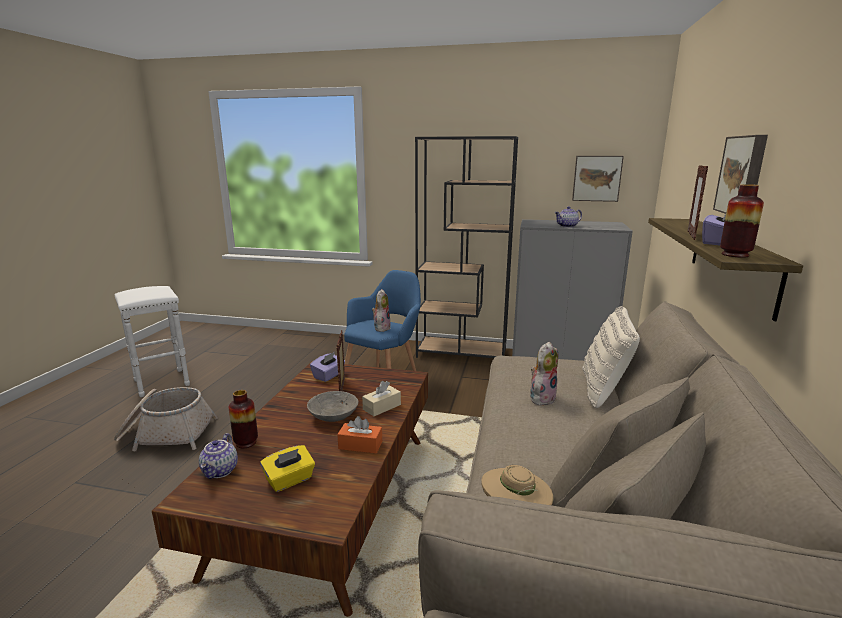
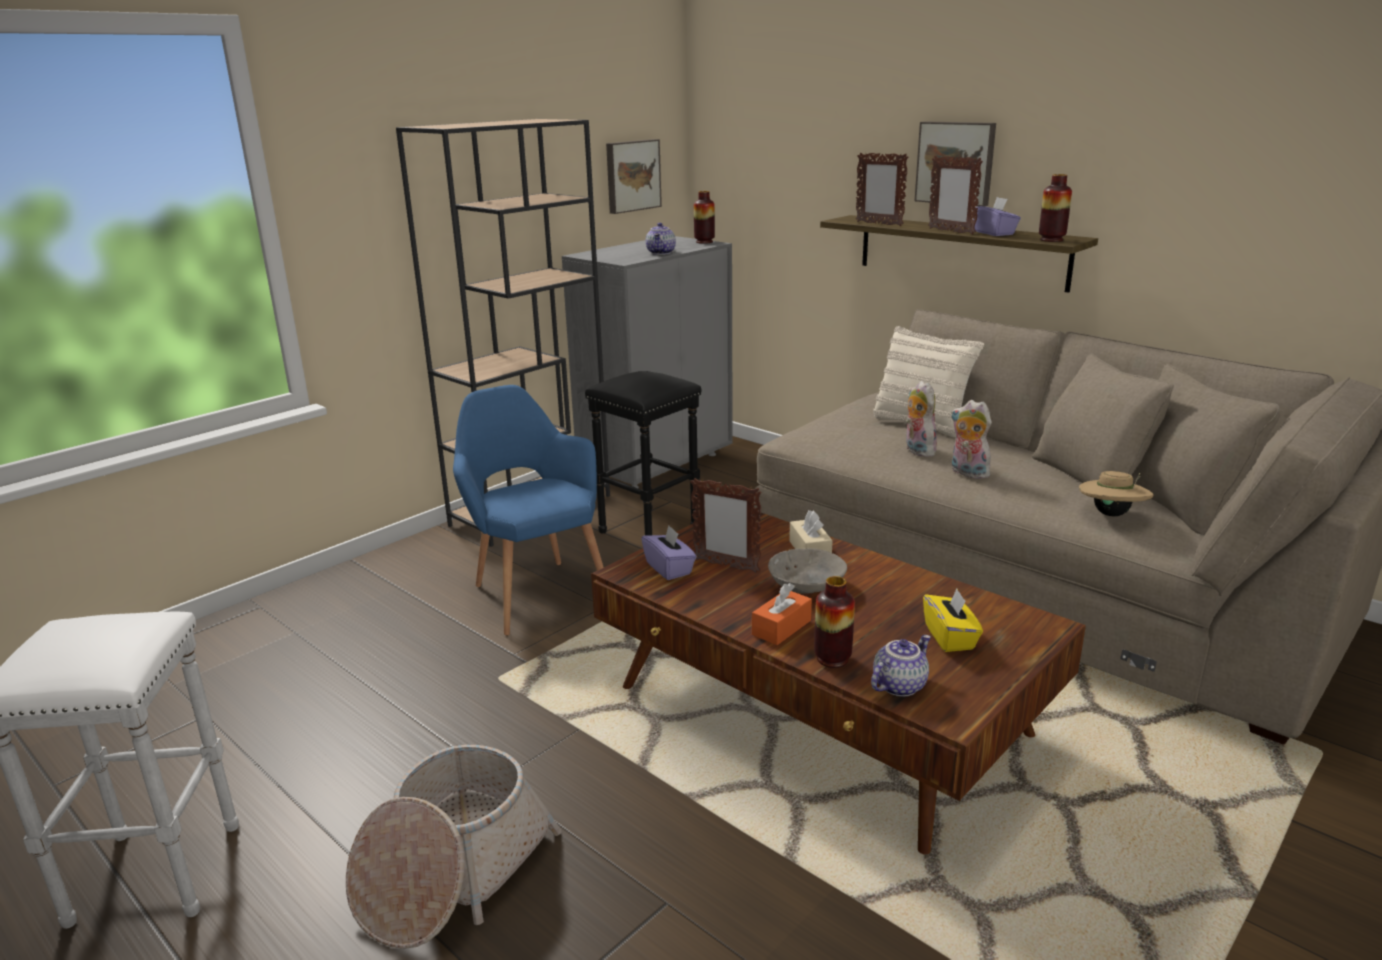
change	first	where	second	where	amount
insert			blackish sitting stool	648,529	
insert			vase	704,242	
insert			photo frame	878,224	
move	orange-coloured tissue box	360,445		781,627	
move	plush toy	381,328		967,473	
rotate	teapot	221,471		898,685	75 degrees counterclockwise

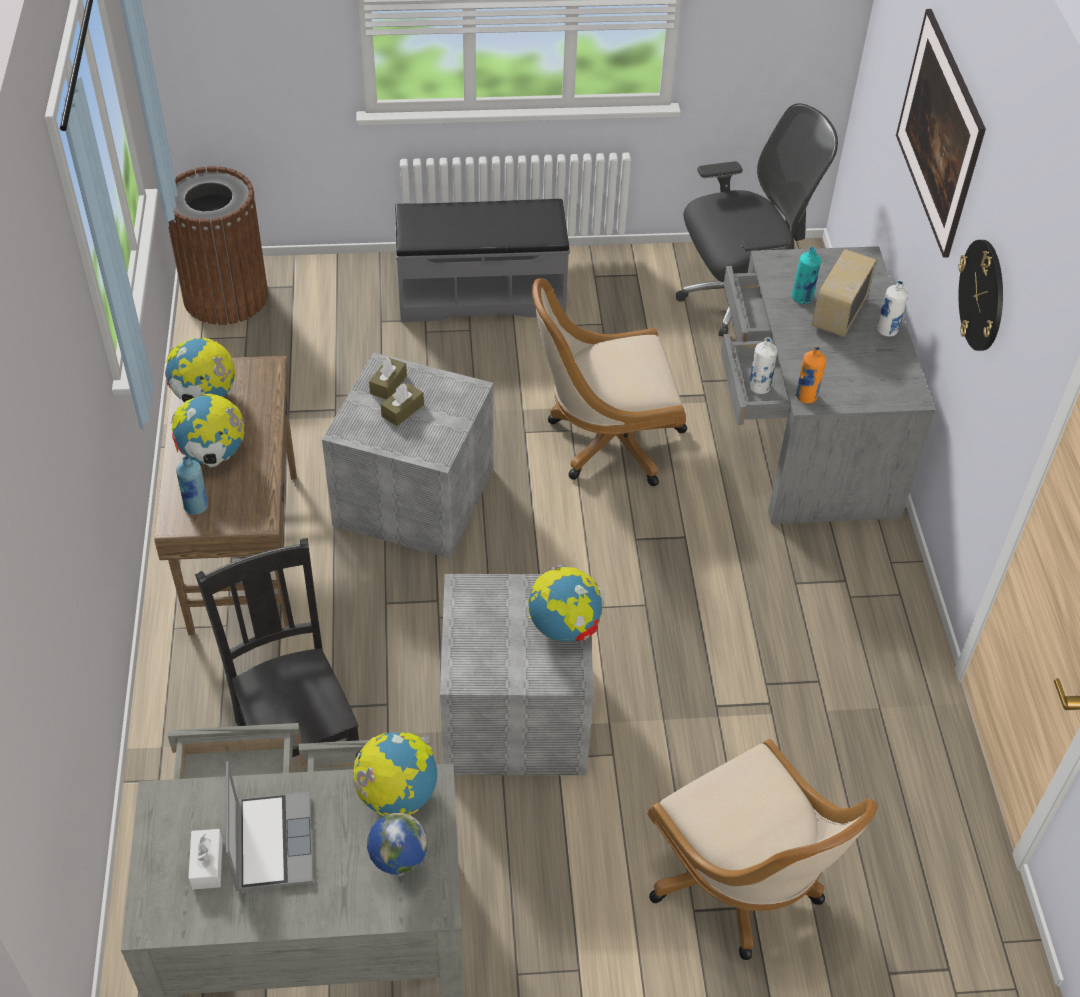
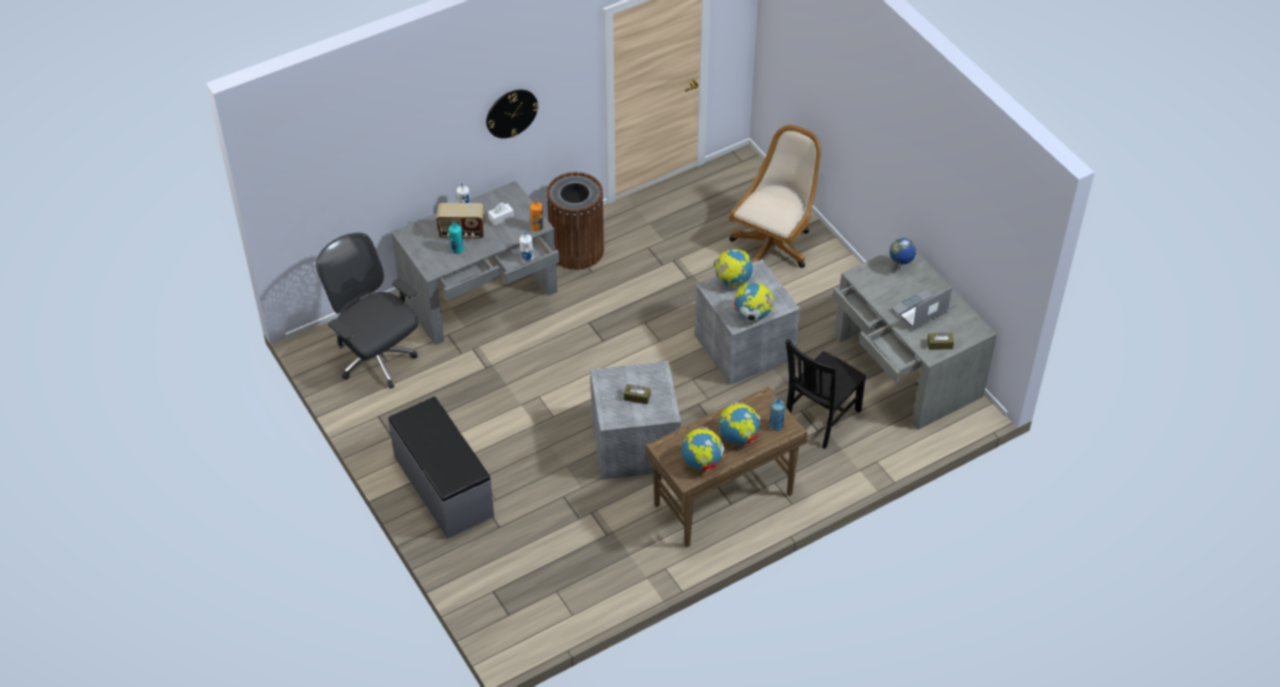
change	first	where	second	where	amount
delete	desk chair	605,441			
delete	wall art	931,163			
move	brownish trash can	225,296		577,250	
move	white tissue box	207,864		501,217	
move	world globe	397,796		752,315	
move	brownish tissue box	388,384		939,344	

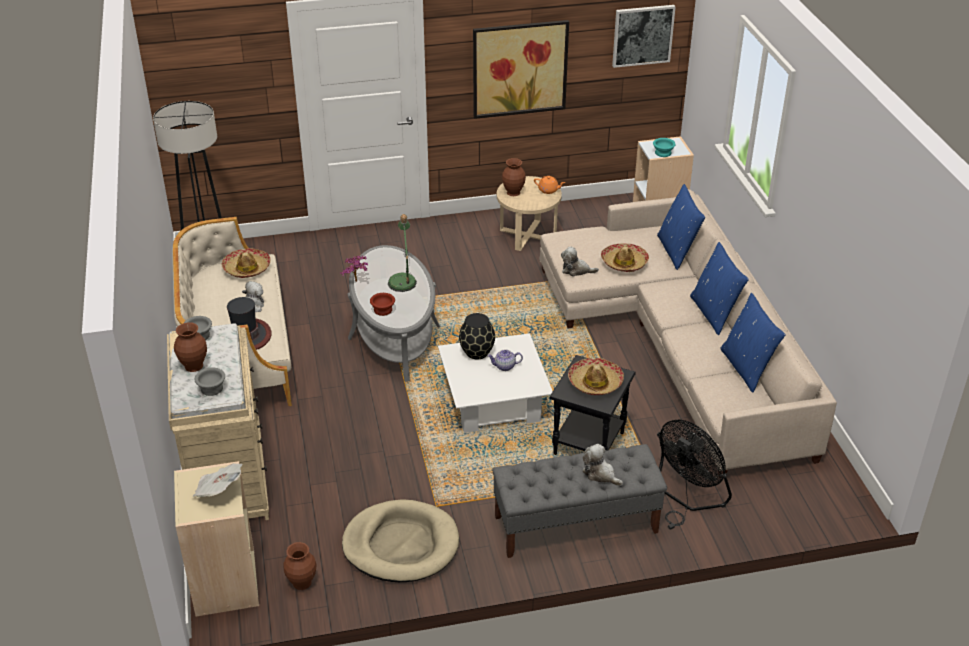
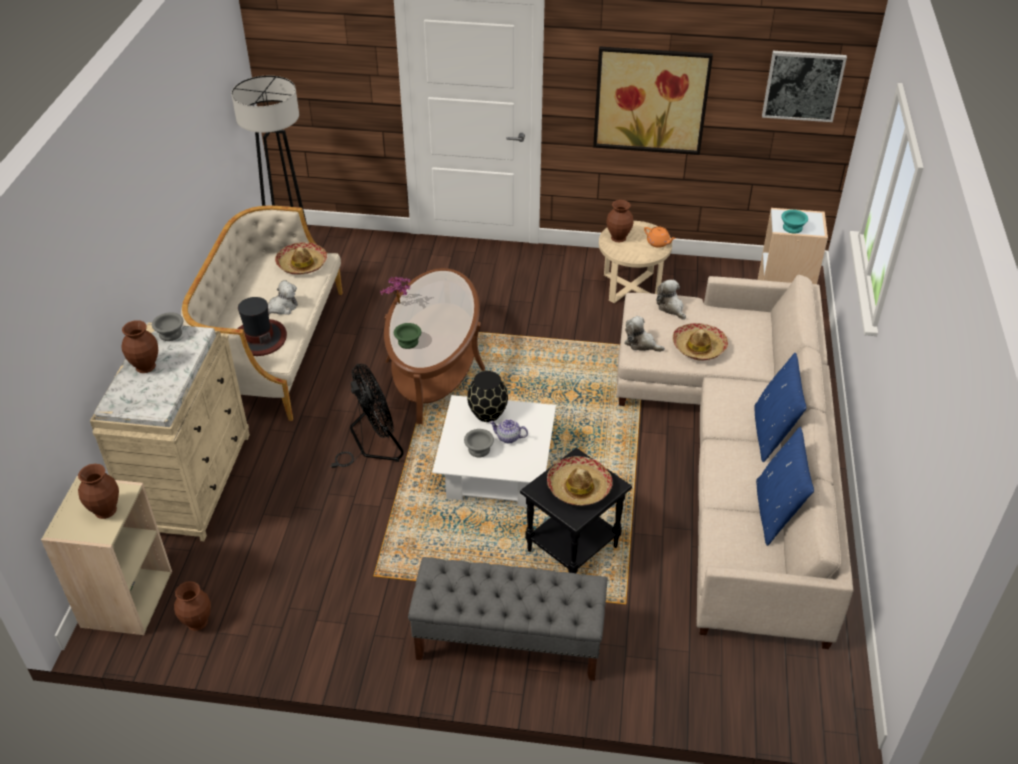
change	first	where	second	where	amount
delete	beige dog cushion	401,545			
delete	tabletop lamp	403,280			
delete	blue-coloured cushion	677,251			
move	grey deep dish	211,388		479,449	
move	plush toy	600,474		671,307	
move	blackish cooling fan	683,495		369,441	
replace	printed paper	219,490	brownish vase	104,510	
recolor	grey coffee table	394,332	brownish coffee table	435,365	
recolor	brownish deep dish	382,310	green-coloured deep dish	407,342	

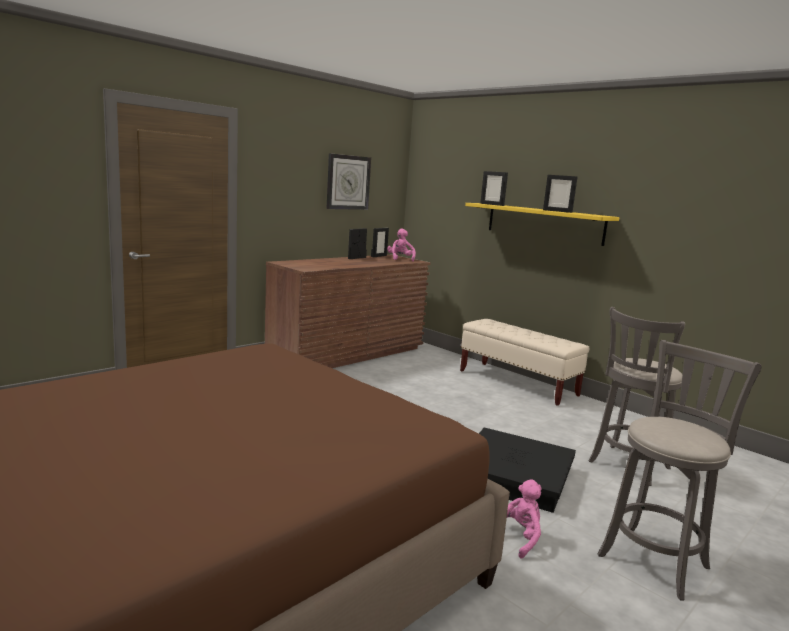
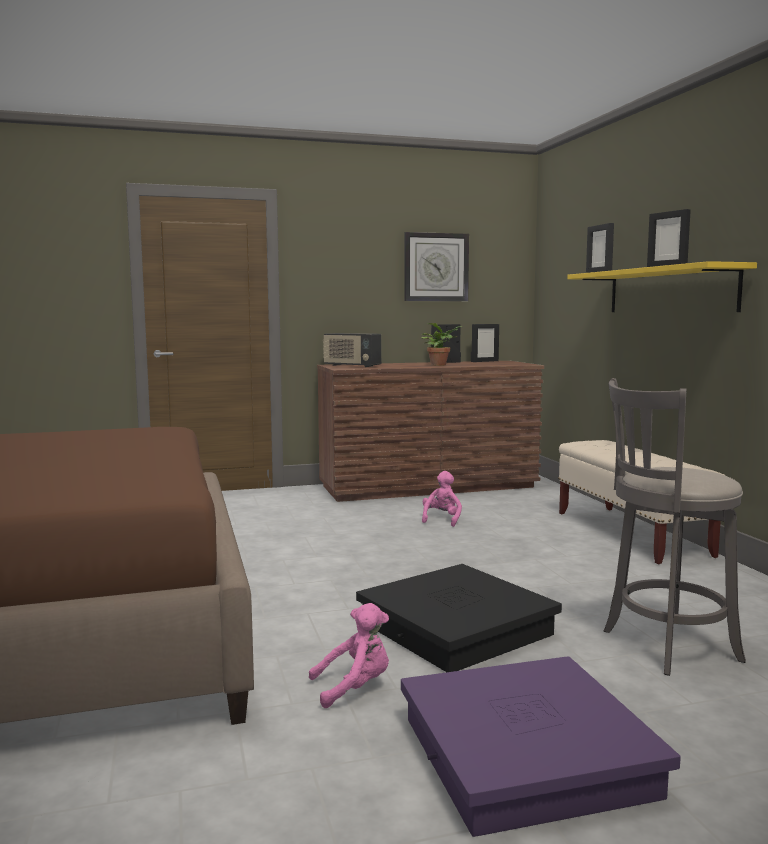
change	first	where	second	where	amount
insert			radio receiver	351,366	
insert			plant in a pot	440,365	
move	pinkish plush toy	400,259		442,519	
replace	grey sitting stool	655,559	purplish storage container	526,756	

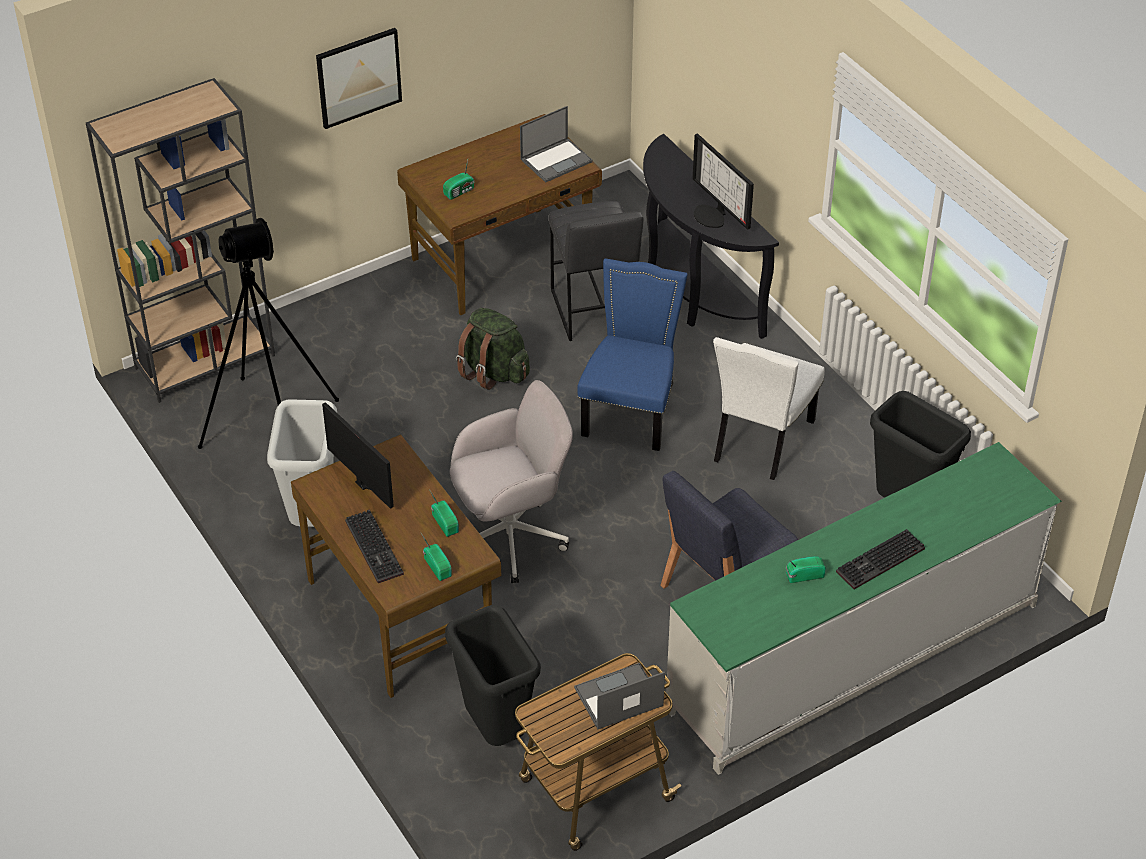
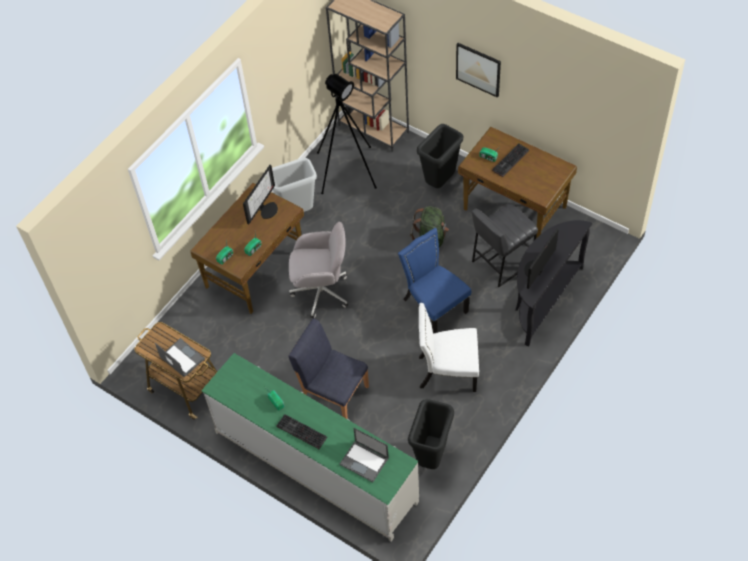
change	first	where	second	where	amount
move	keyboard	376,548		510,161	
move	blackish trash can	494,731		439,182	
move	portable computer	556,160		364,461	
rotate	grey desk chair	511,539		322,293	45 degrees counterclockwise
rotate	blue-coloured upright chair	631,412		435,308	120 degrees counterclockwise

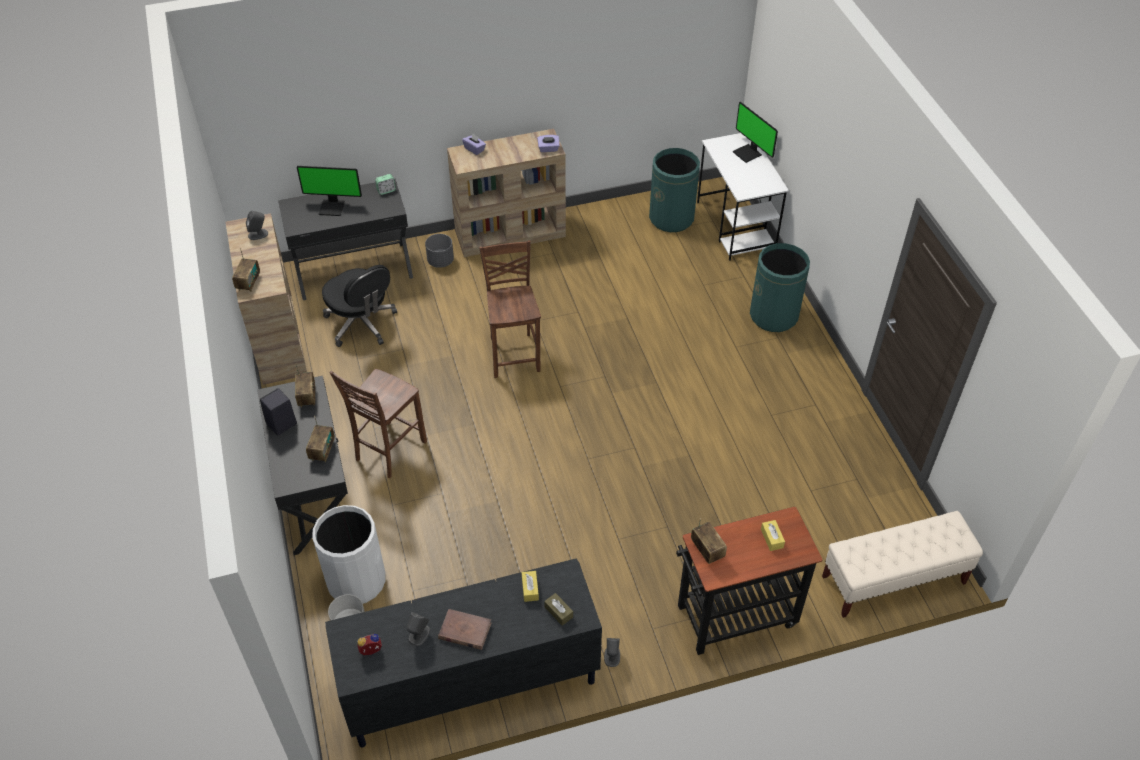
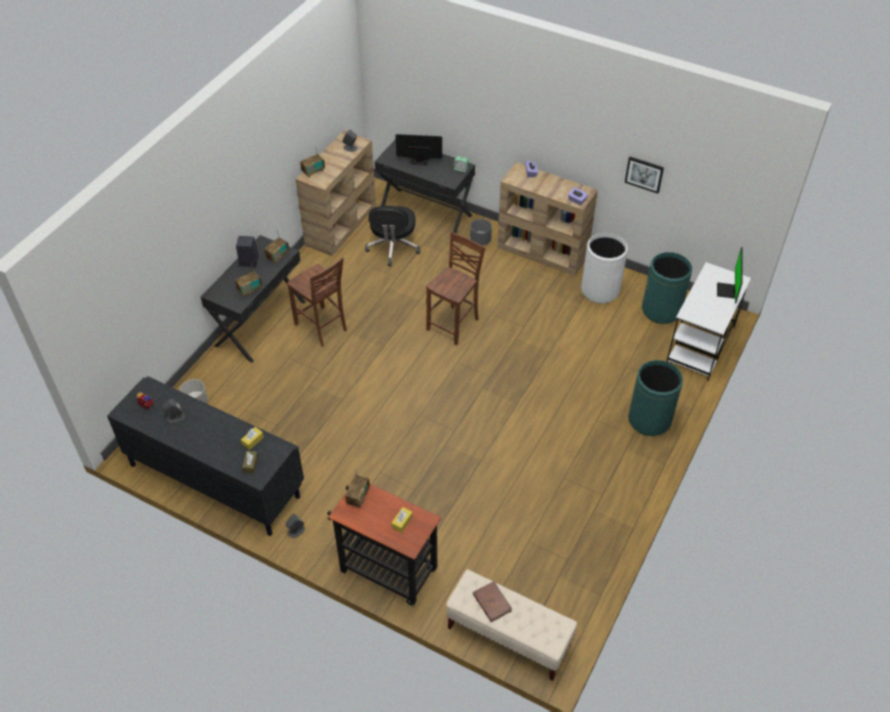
change	first	where	second	where	amount
insert			wall art	644,174	
move	white trash can	356,581		600,290	
move	brownish bound book	464,631		492,602	
rotate	computer display	332,207		419,160	135 degrees clockwise
rotate	brownish upright chair	388,451		322,328	120 degrees counterclockwise

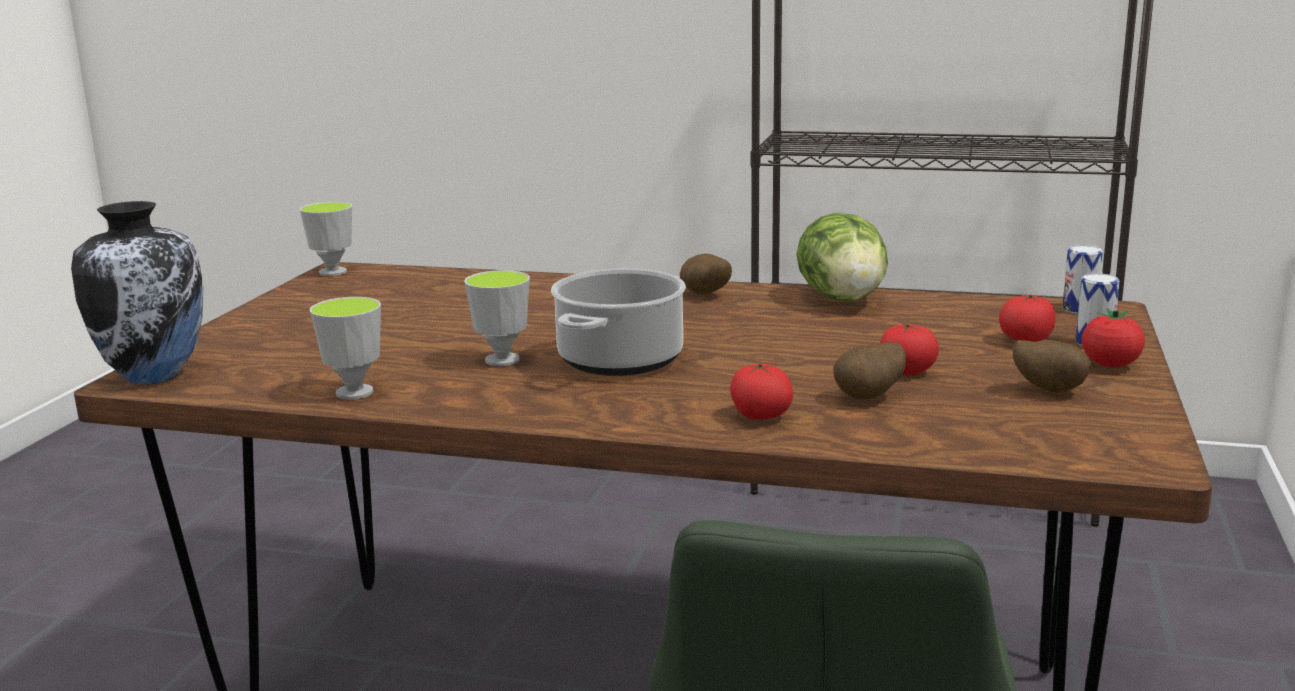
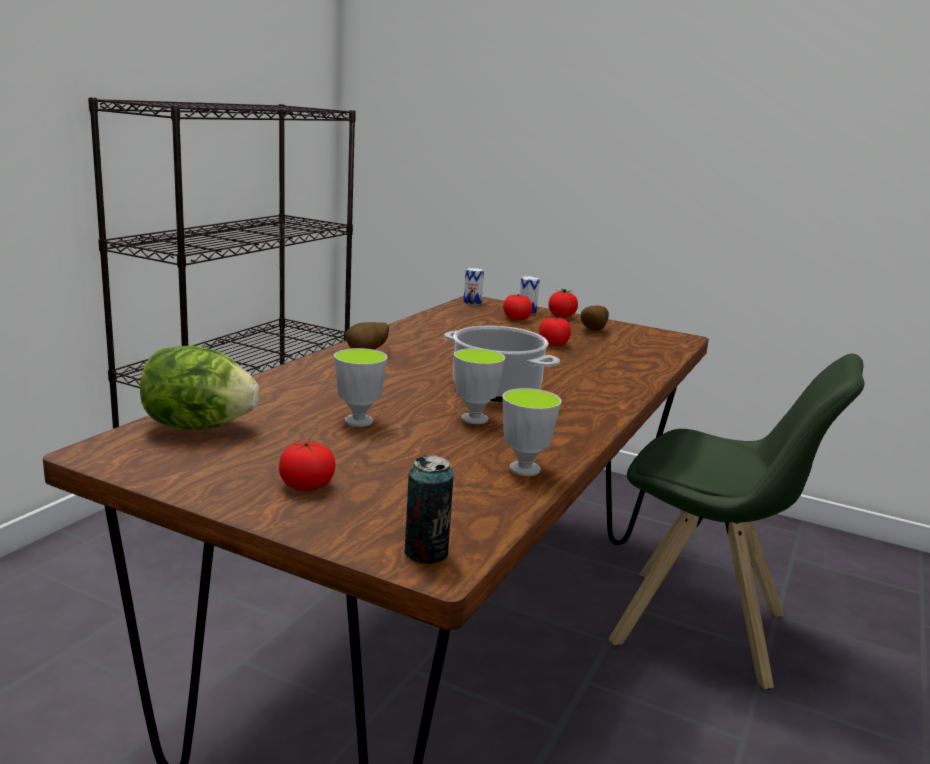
change	first	where	second	where	amount
delete	whole potato	870,398			
move	small cup	333,272		358,421	
move	whole tomato	760,416		307,486	
move	lettuce head	843,299		198,427	
replace	vase	156,375	metal can	426,553	

